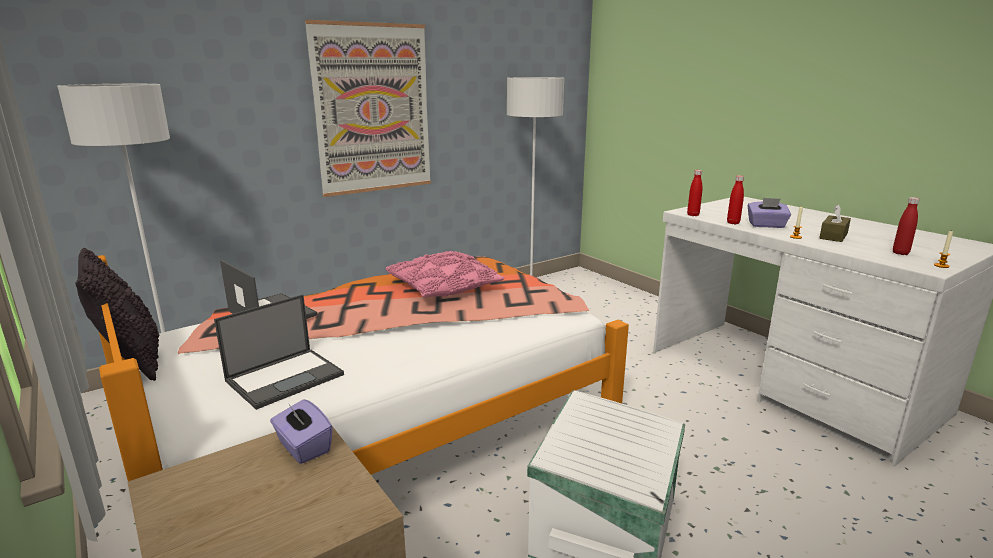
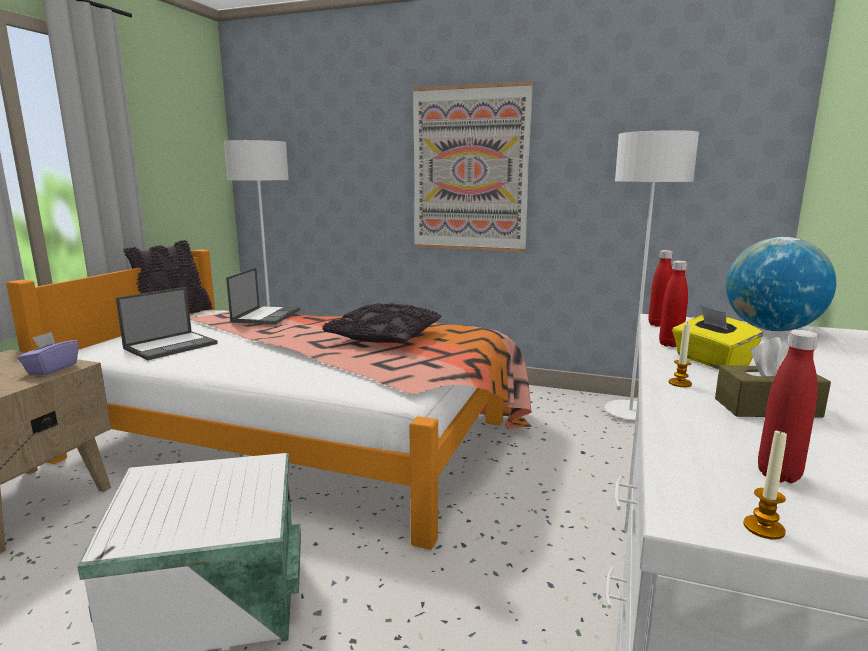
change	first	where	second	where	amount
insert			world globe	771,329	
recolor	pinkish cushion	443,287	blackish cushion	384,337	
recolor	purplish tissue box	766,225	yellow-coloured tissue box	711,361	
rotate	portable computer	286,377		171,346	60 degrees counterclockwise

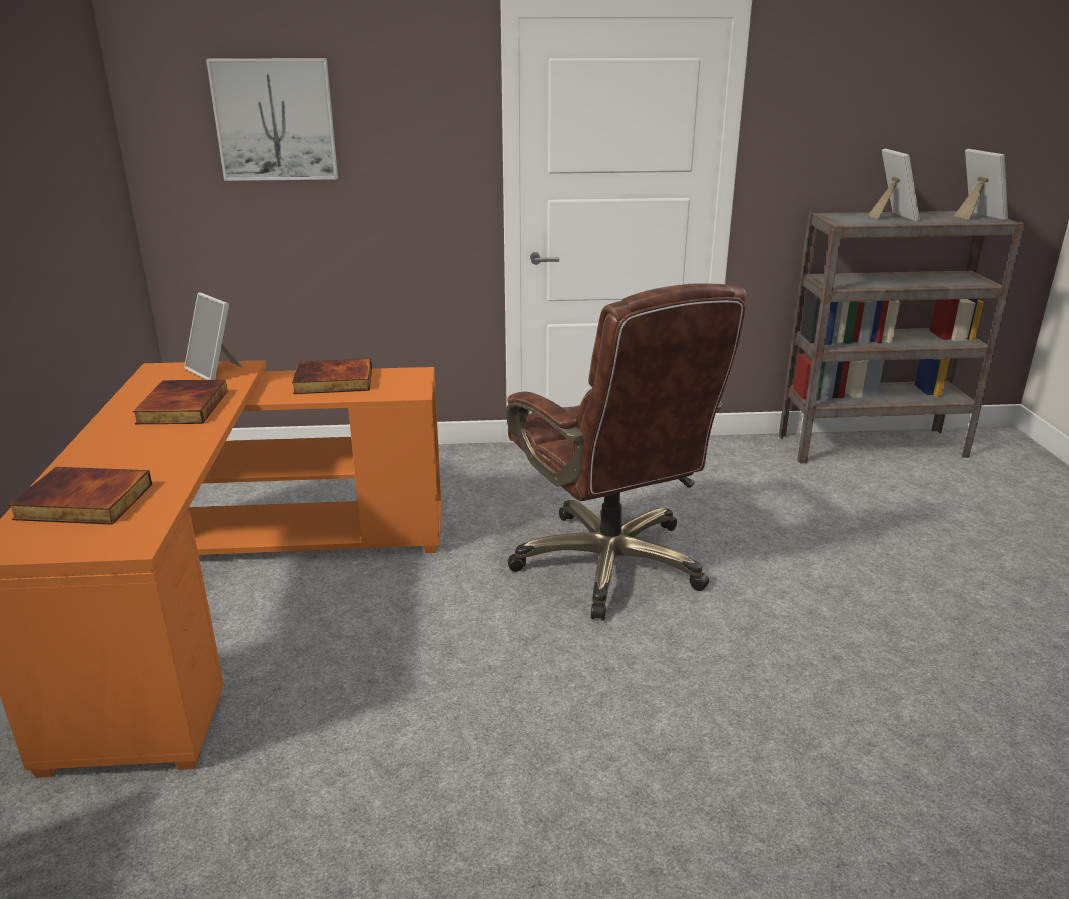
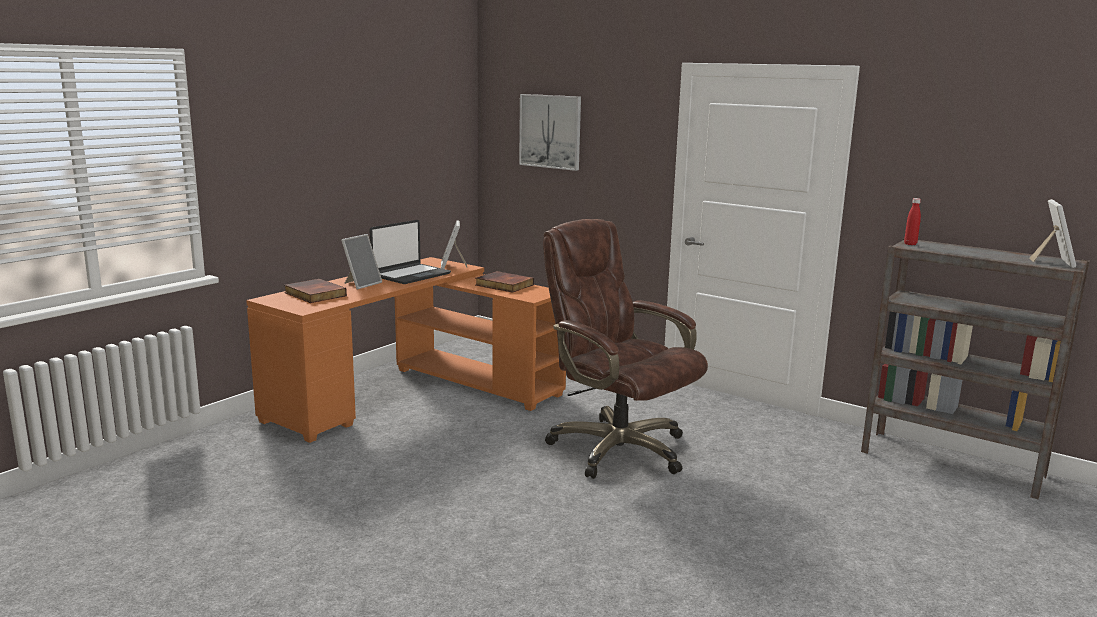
change	first	where	second	where	amount
insert			red-coloured beverage bottle	910,244	
move	photo frame	891,217		361,284	
replace	bound book	181,407	portable computer	410,275	
rotate	brownish desk chair	609,562		618,449	120 degrees clockwise

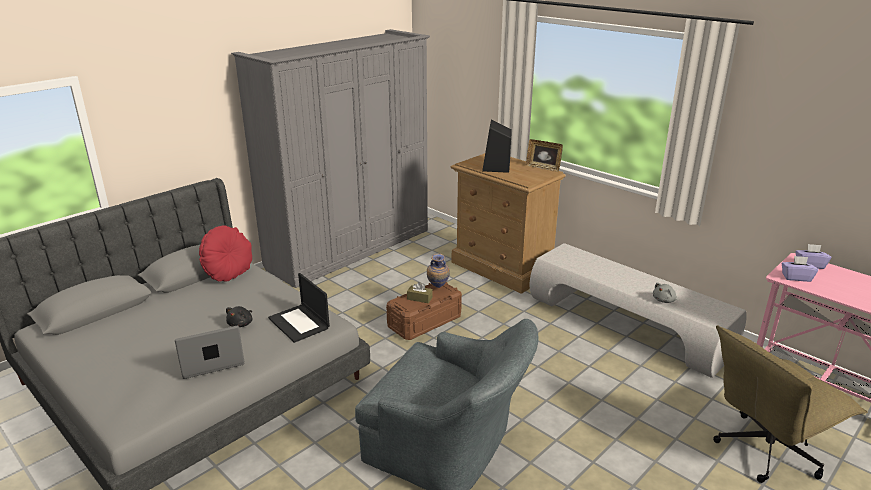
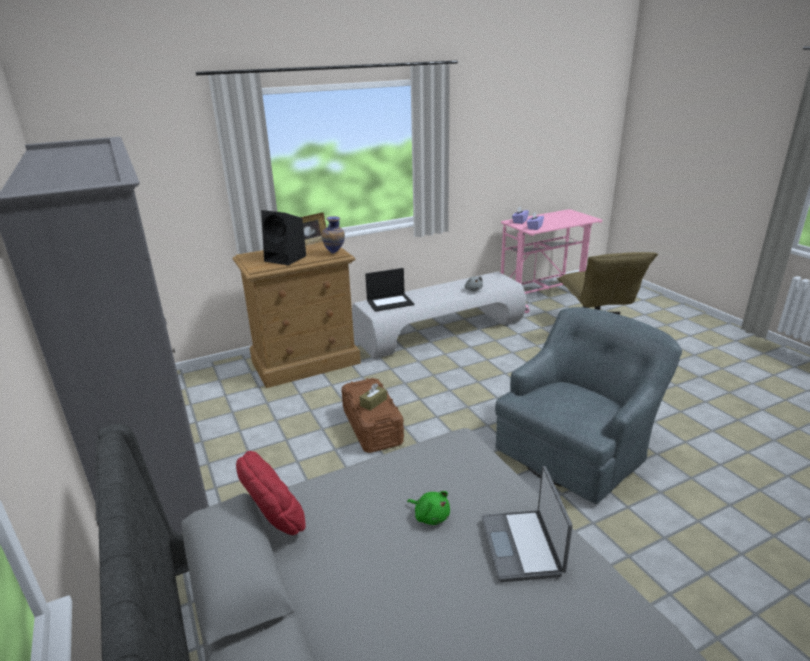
change	first	where	second	where	amount
move	portable computer	300,323		390,302	
move	vase	437,288		334,253	
recolor	blackish plush toy	241,324	green-coloured plush toy	430,516	

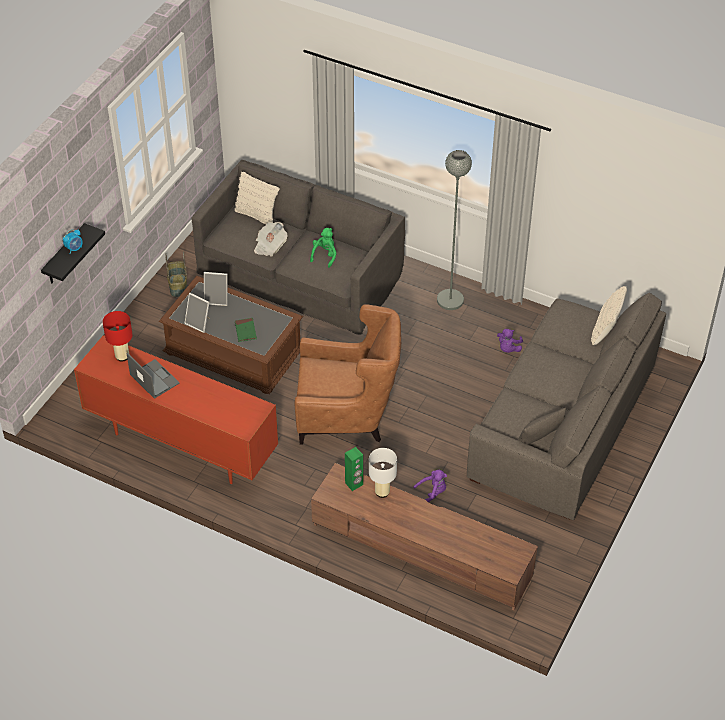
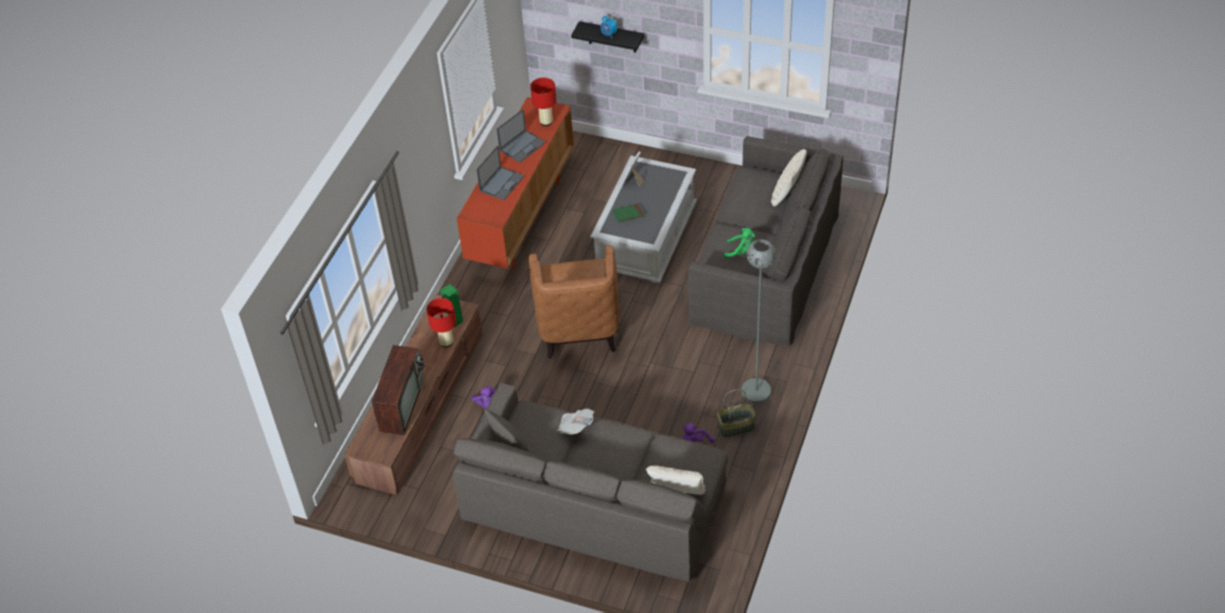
change	first	where	second	where	amount
delete	photo frame	217,299			
insert			TV	402,403	
insert			portable computer	502,183	
move	basket	178,286		735,427	
move	printed paper	270,246		576,427	
recolor	brownish coffee table	234,351	white coffee table	645,236	
recolor	white tabletop lamp	381,492	red-coloured tabletop lamp	446,342	

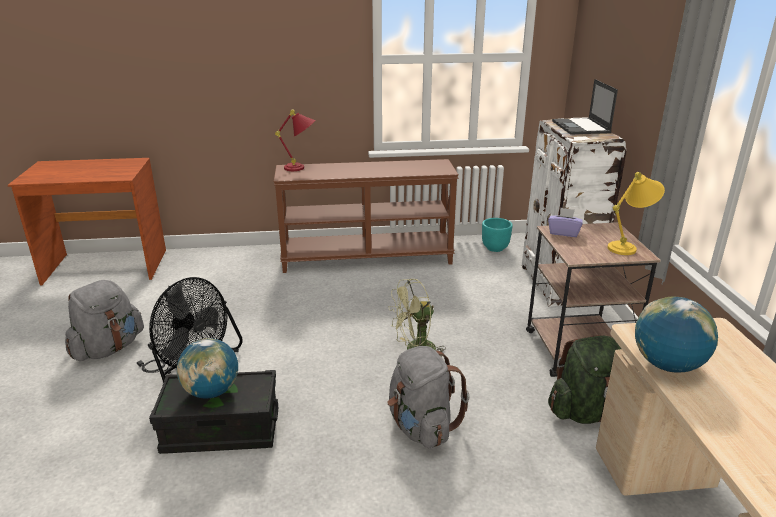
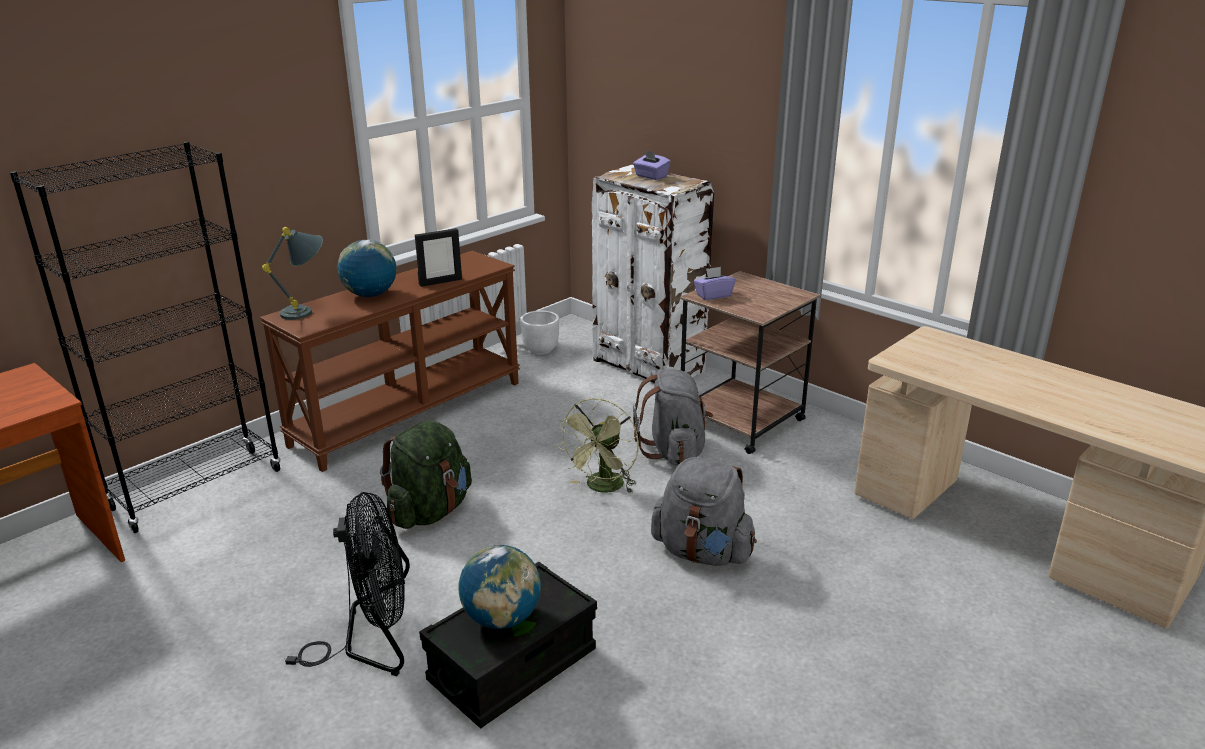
change	first	where	second	where	amount
delete	yellow-coloured tabletop lamp	629,247			
insert			blackish shelving unit	197,489	
insert			photo frame	440,281	
move	grey backpack	108,348		674,451	
move	green-coloured backpack	587,411		430,511	
move	world globe	667,365		370,295	
replace	portable computer	581,127	purplish tissue box	651,176	
recolor	red-coloured tabletop lamp	301,168	grey tabletop lamp	307,311	
recolor	turquoise flower pot	494,248	white flower pot	540,350	

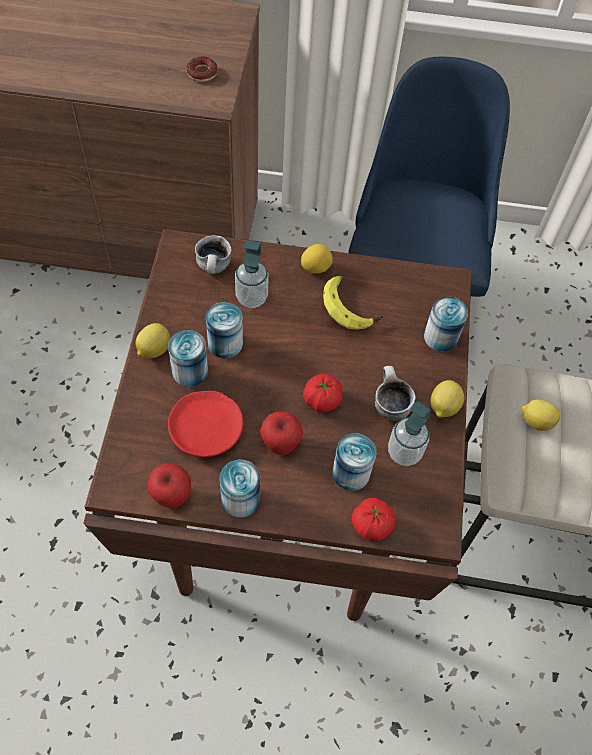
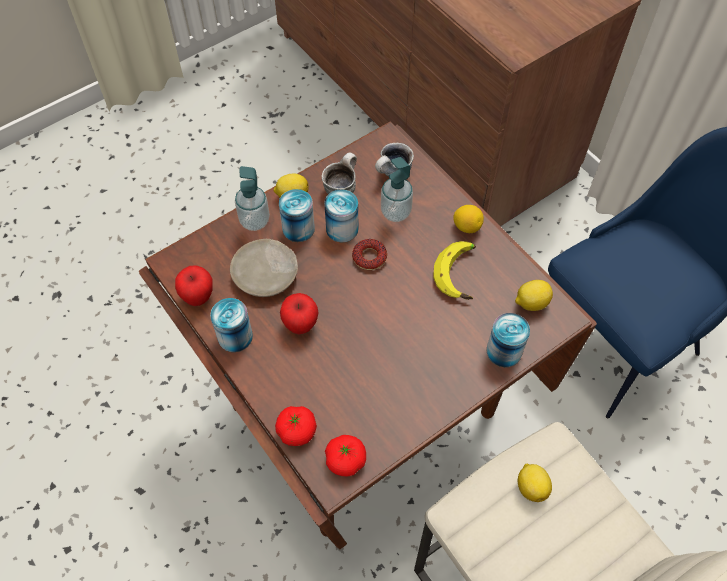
change	first	where	second	where	amount
delete	metal can	351,473			
move	doughnut	202,73		369,257	
move	whole tomato	322,400		345,460	
move	coffee mug	388,404		341,186	
move	soap dispenser	404,452		254,221	
move	citrus fruit	443,407		531,303	
recolor	red-coloured dinner plate	207,429	beige dinner plate	266,274	

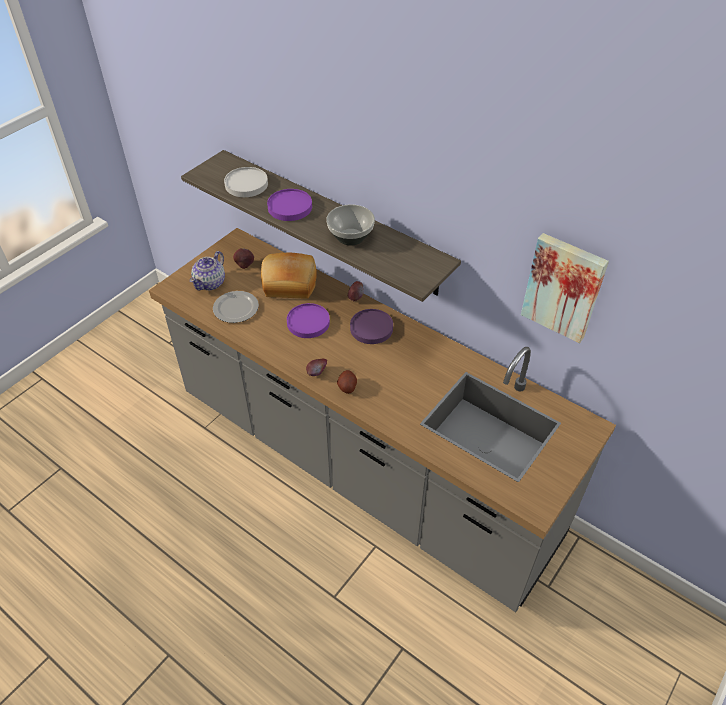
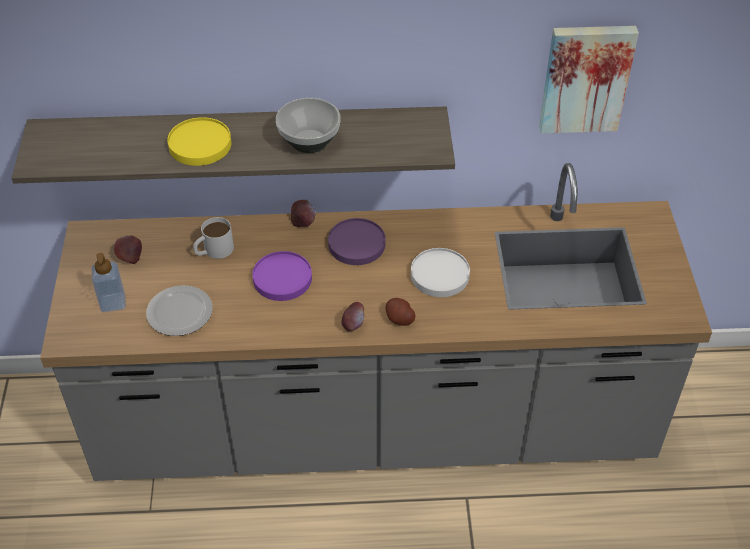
change	first	where	second	where	amount
move	white dinner plate	246,184		439,275	
replace	teapot	210,283	soap dispenser	113,302	
replace	baked bread	289,285	white coffee mug	213,250	
recolor	purplish dinner plate	290,207	yellow-coloured dinner plate	200,145	

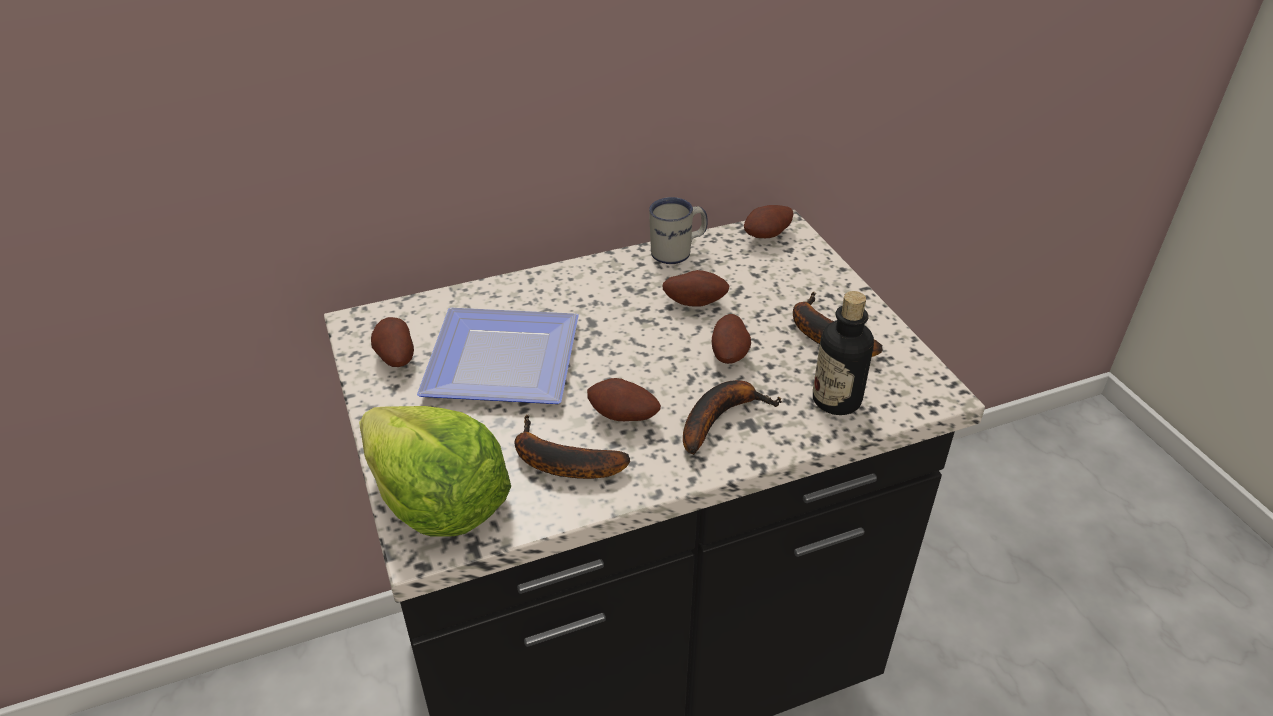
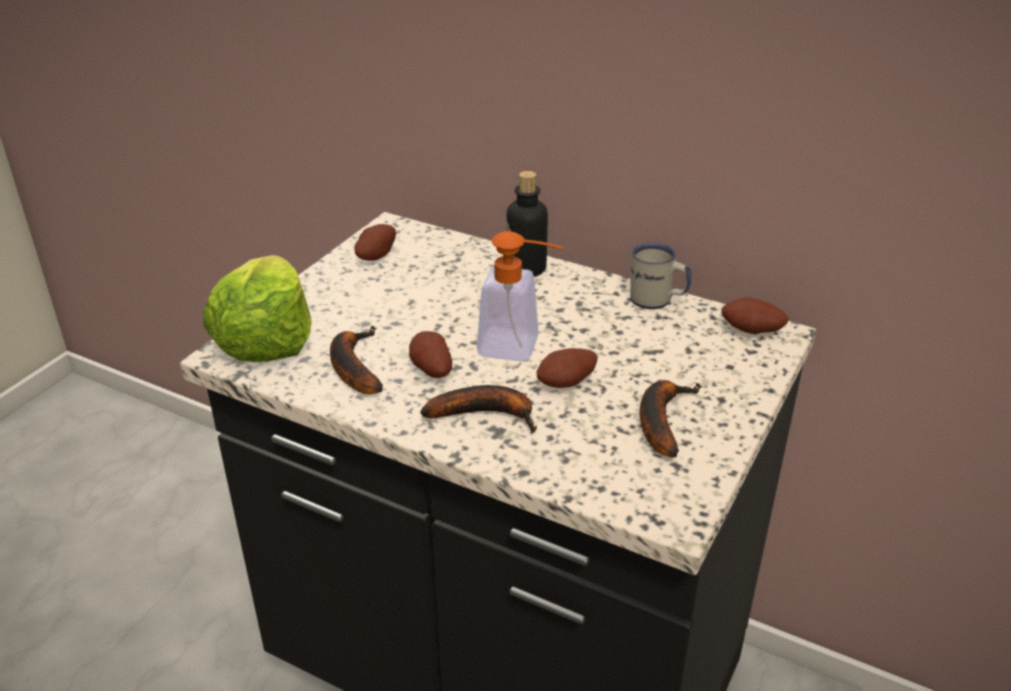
change	first	where	second	where	amount
delete	dinner plate	508,358			
delete	whole potato	695,301			
insert			soap dispenser	520,347	
move	beverage bottle	836,400		526,268	

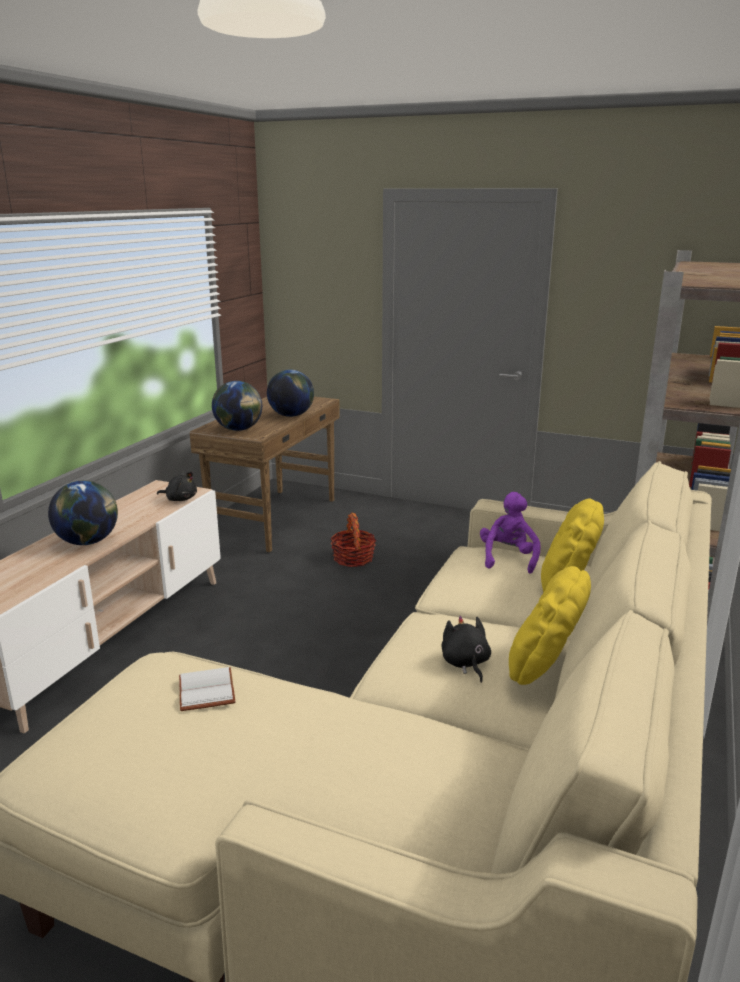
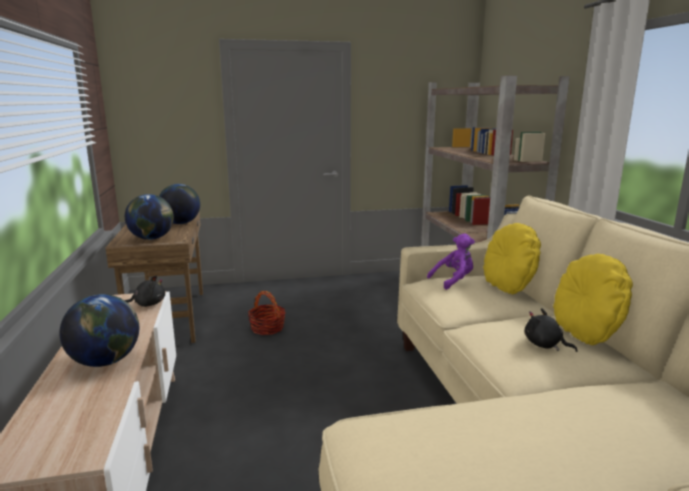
change	first	where	second	where	amount
delete	white bound book	208,691			
rotate	purplish plush toy	508,558		453,281	90 degrees clockwise

